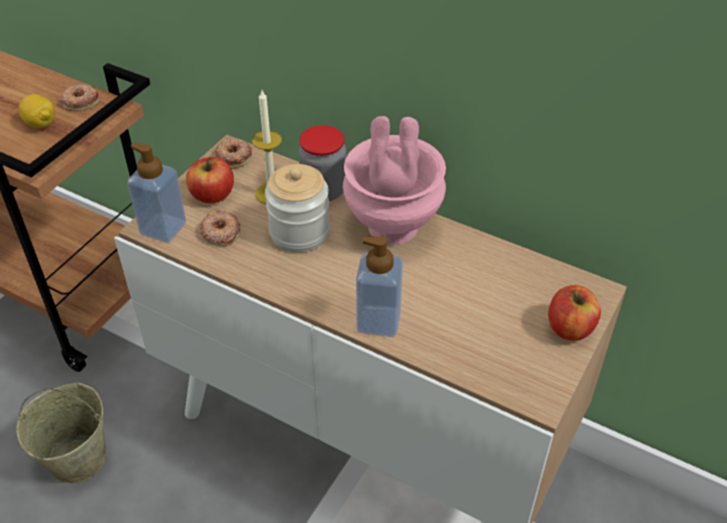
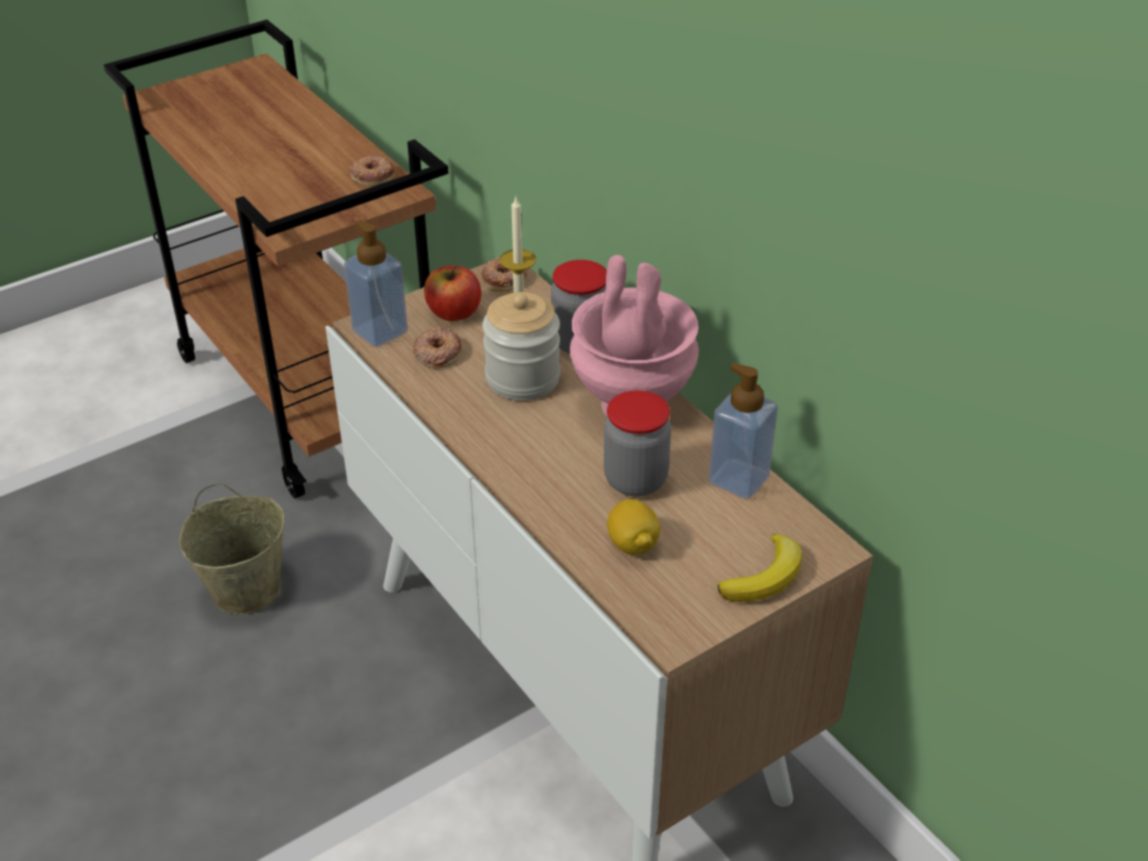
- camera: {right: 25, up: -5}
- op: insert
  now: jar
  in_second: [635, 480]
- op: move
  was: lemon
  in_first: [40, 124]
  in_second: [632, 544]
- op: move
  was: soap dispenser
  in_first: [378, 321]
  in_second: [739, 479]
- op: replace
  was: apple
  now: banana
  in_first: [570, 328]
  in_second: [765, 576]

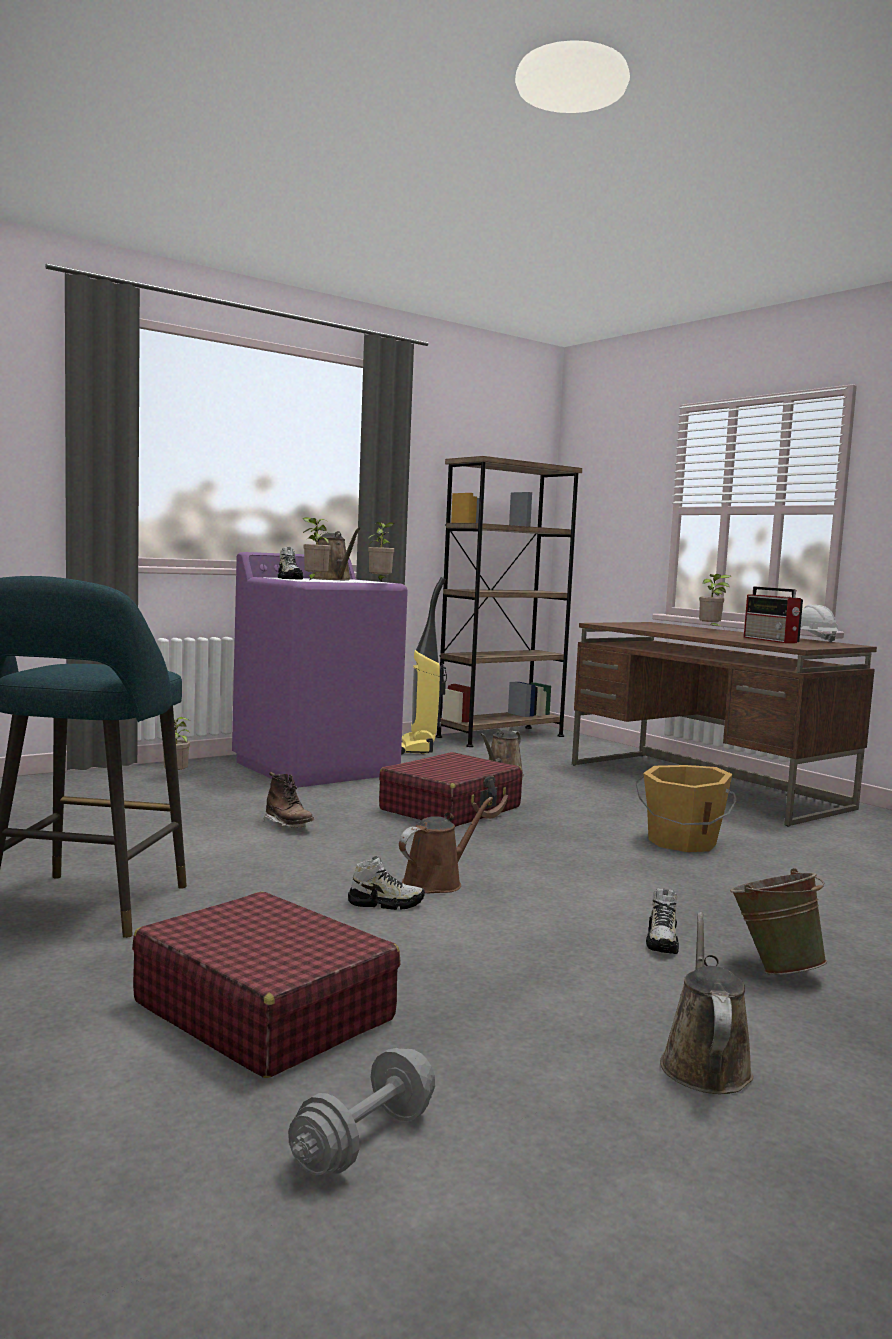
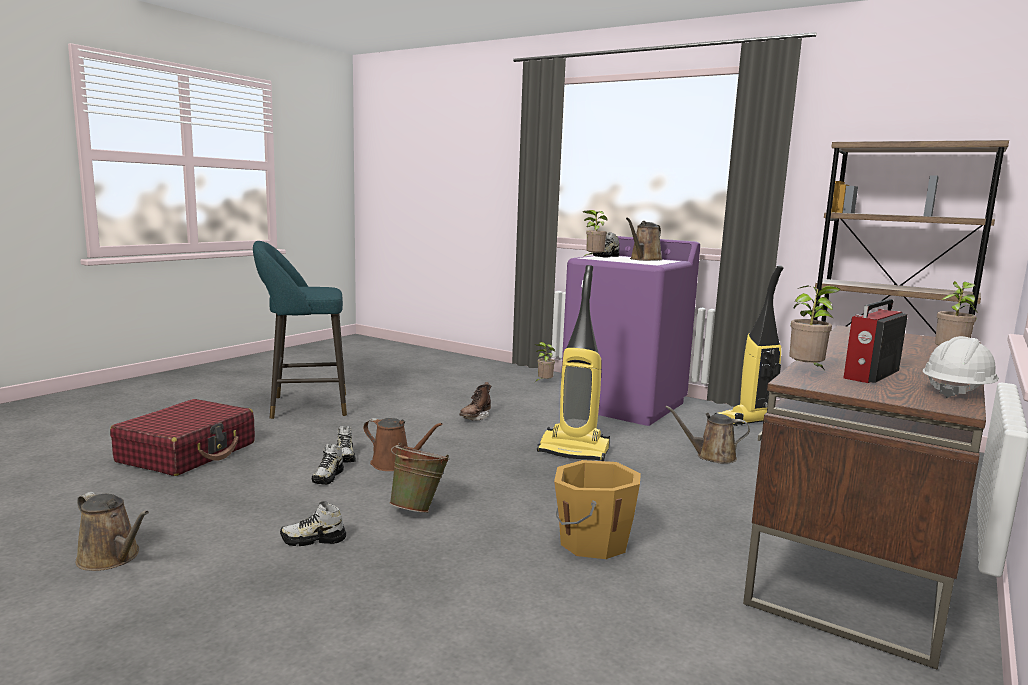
- camera: {right: 70, up: 5}
- op: delete
  was: grey dumbbell
  in_first: [364, 1141]
- op: insert
  now: shoe
  in_second: [328, 477]
- op: move
  was: potted plant
  in_first: [380, 582]
  in_second: [807, 372]
- op: move
  was: green bucket
  in_first: [773, 969]
  in_second: [418, 509]
- op: replace
  was: red suitcase
  now: vacuum cleaner
  in_first: [451, 809]
  in_second: [574, 450]
- op: rotate
  was: brown watering can
  in_first: [704, 1064]
  in_second: [112, 558]
  clockwise: 45

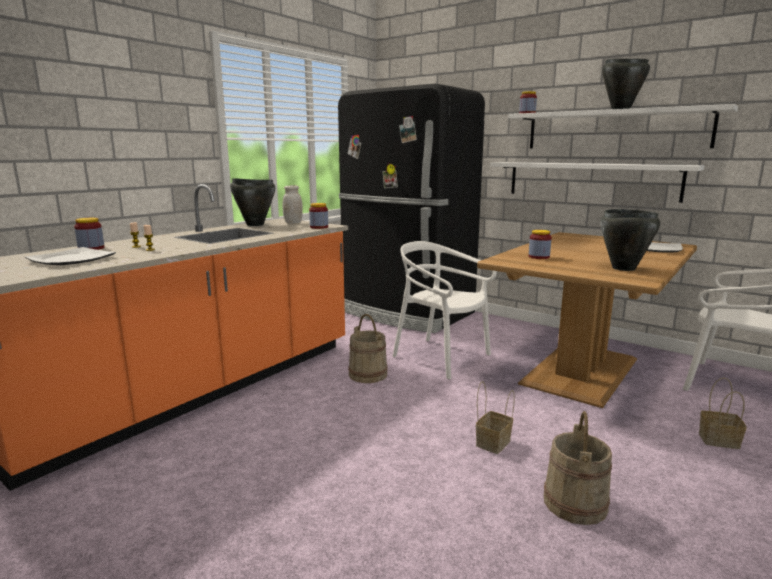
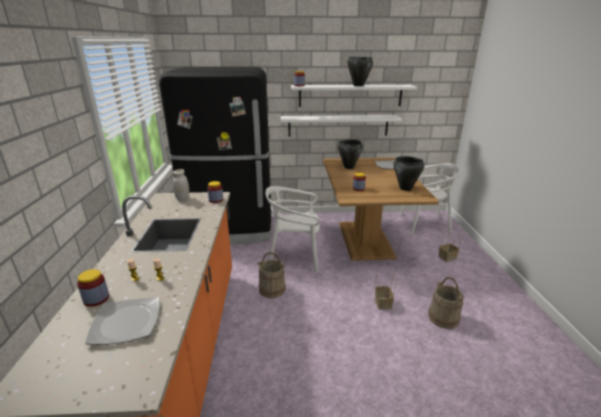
- camera: {right: -40, up: 10}
- op: move
  was: black cooking pot
  in_first: [255, 224]
  in_second: [348, 167]

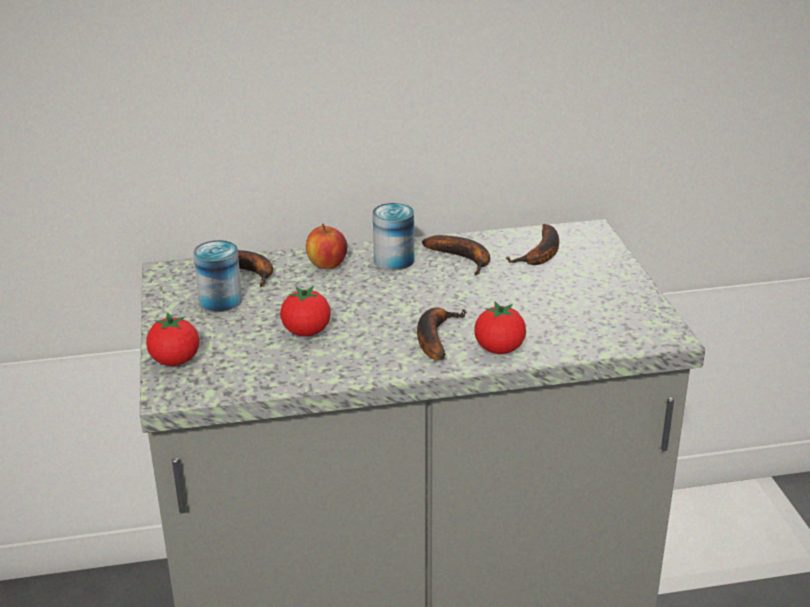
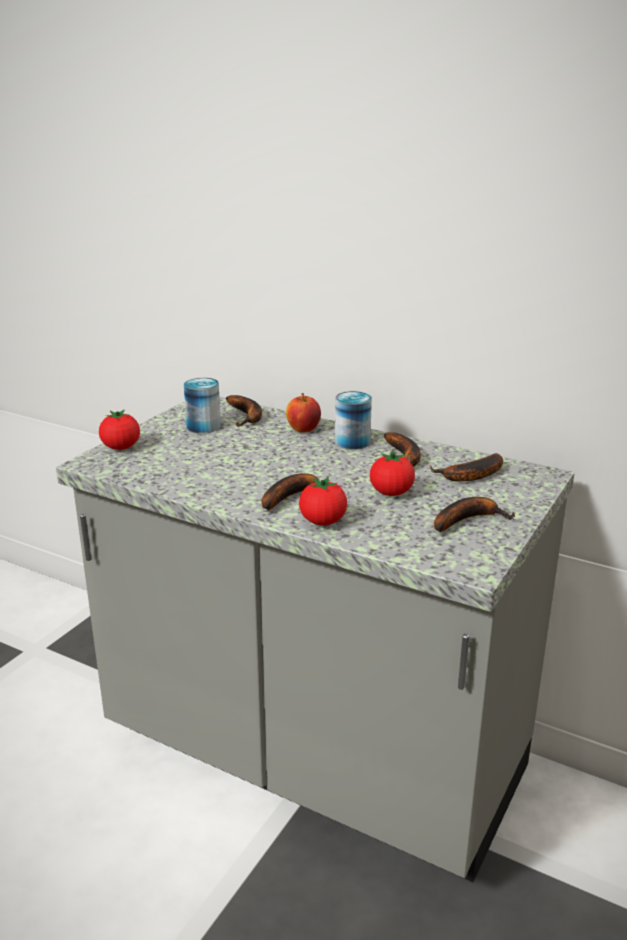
- camera: {right: 40, up: -5}
- op: insert
  now: banana
  in_second: [468, 519]
- op: move
  was: tomato
  in_first: [306, 332]
  in_second: [391, 493]

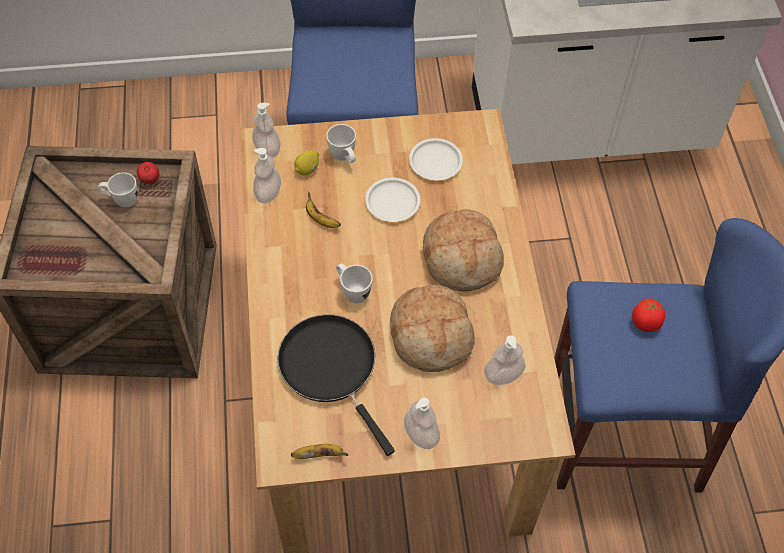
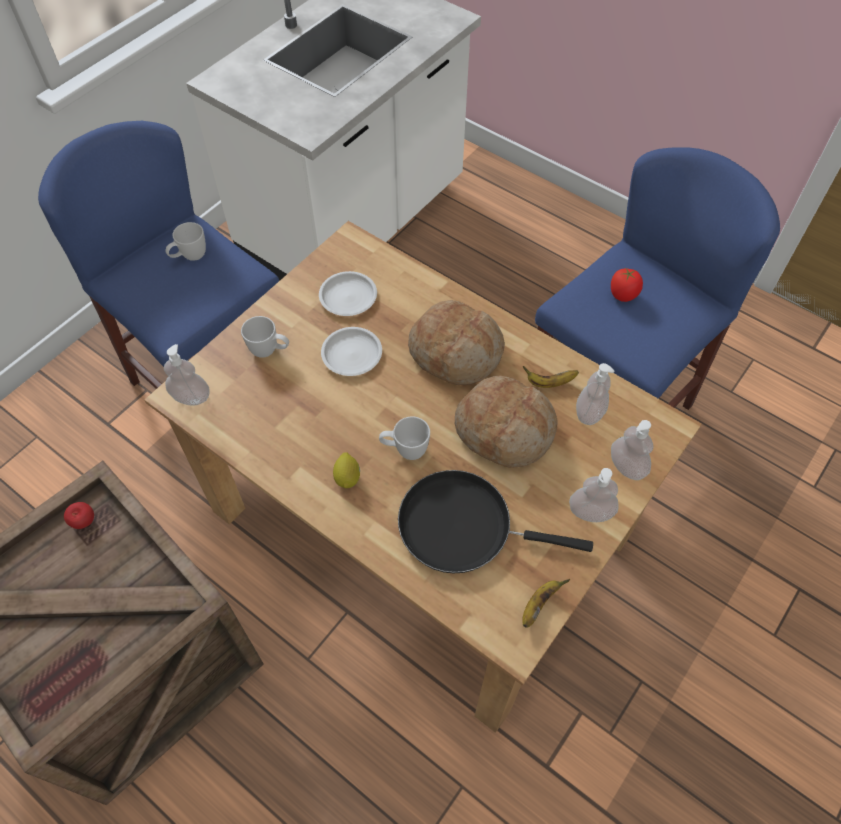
- camera: {right: -45, up: 0}
- op: move
  was: white mug
  in_first: [121, 200]
  in_second: [190, 257]
- op: move
  was: soap dispenser
  in_first: [268, 193]
  in_second: [627, 466]
- op: move
  was: lemon
  in_first: [307, 169]
  in_second: [347, 477]
- op: move
  was: banana
  in_first: [321, 220]
  in_second: [549, 383]

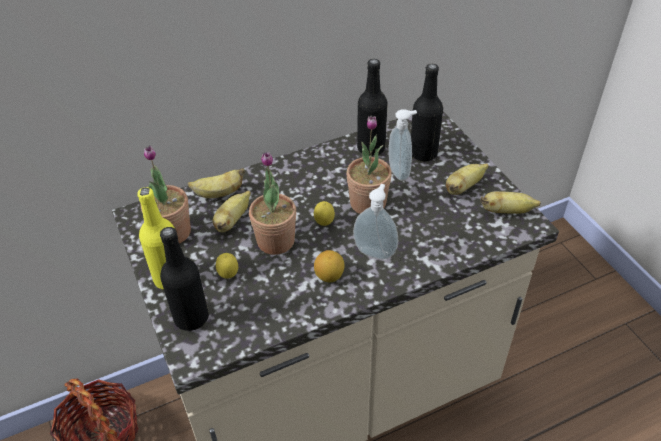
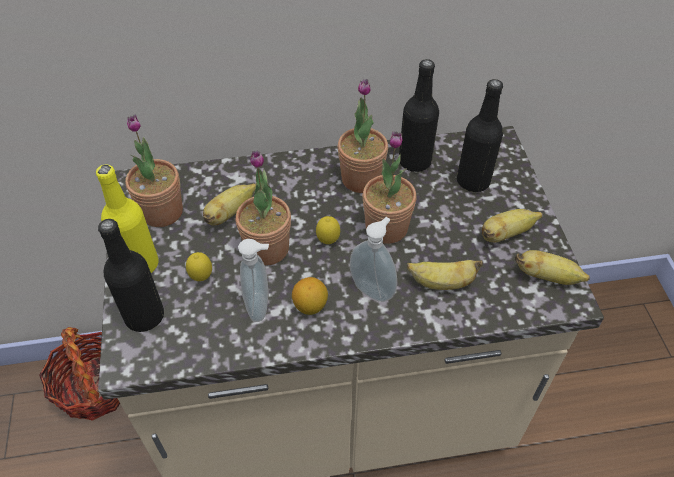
- camera: {right: 15, up: 5}
- op: insert
  now: potted plant
  in_second: [361, 179]
- op: move
  was: banana
  in_first: [218, 194]
  in_second: [441, 283]
- op: move
  was: soap dispenser
  in_first: [400, 172]
  in_second: [261, 306]

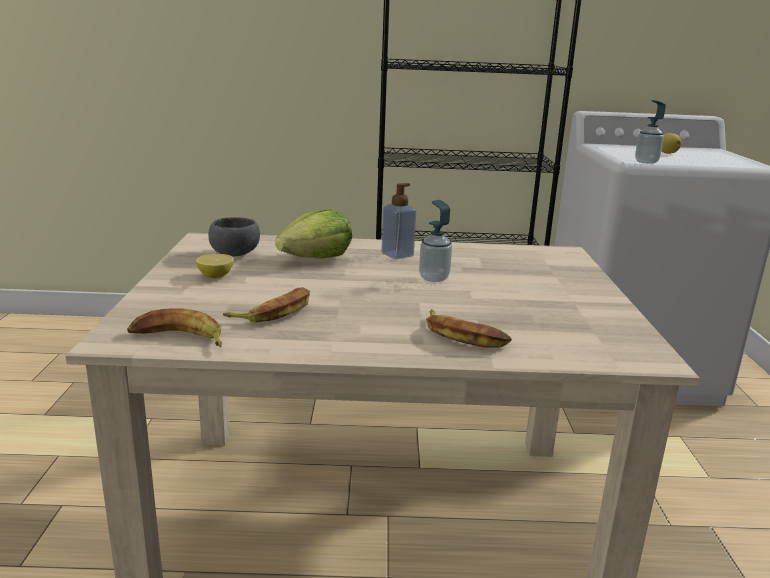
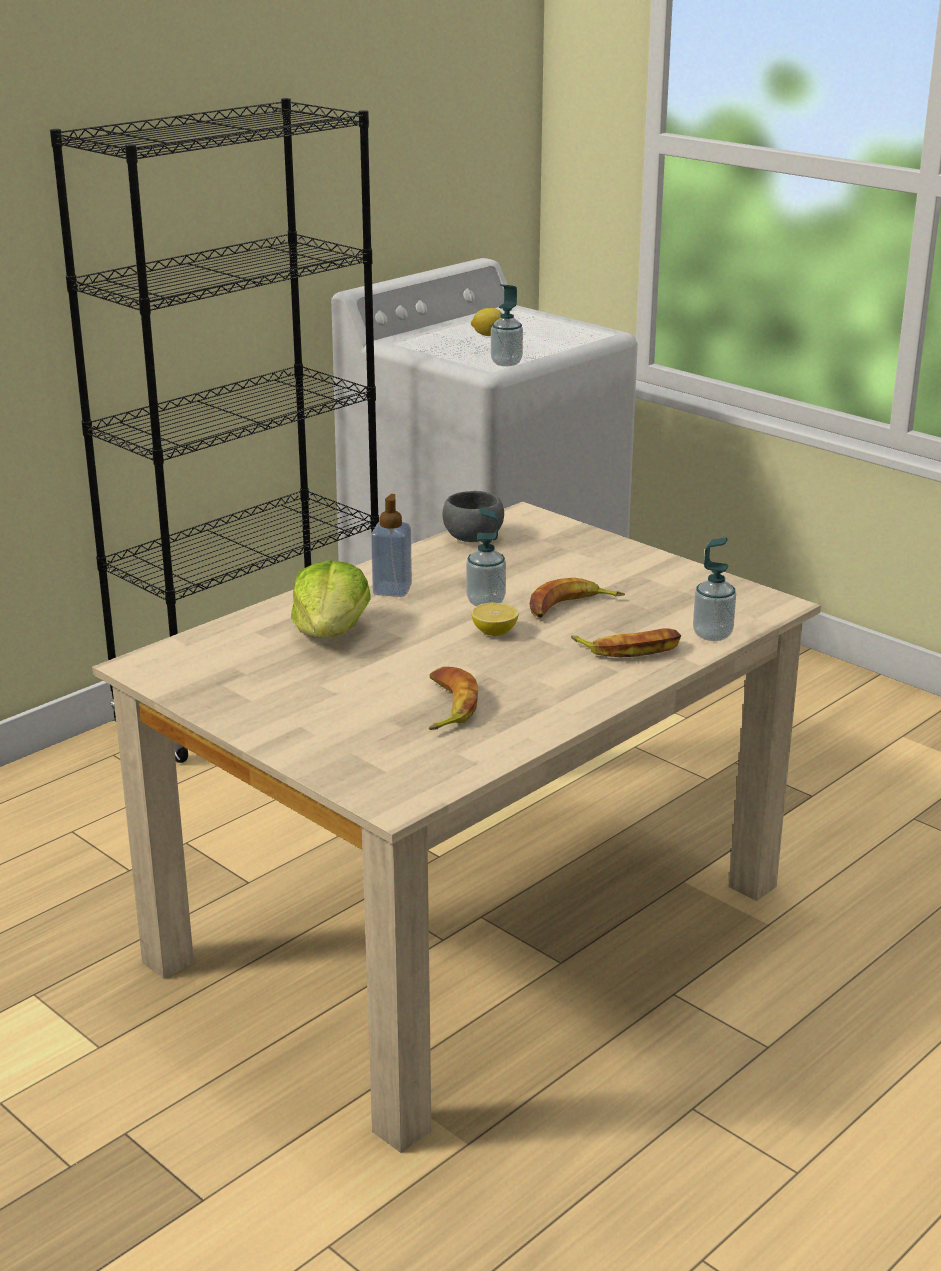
- camera: {right: -45, up: 5}
- op: insert
  now: soap dispenser
  in_second: [712, 635]
- op: move
  was: banana
  in_first: [179, 338]
  in_second: [570, 607]
- op: move
  was: lemon
  in_first: [216, 276]
  in_second: [494, 632]
- op: move
  was: grey bowl
  in_first: [236, 254]
  in_second: [474, 537]

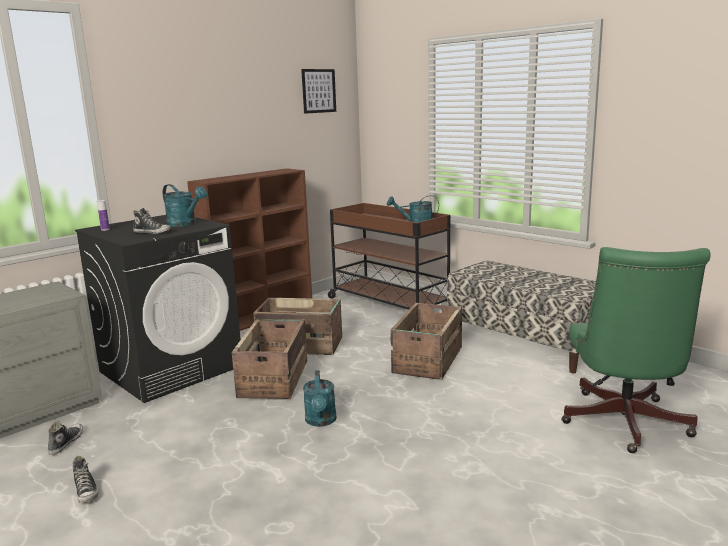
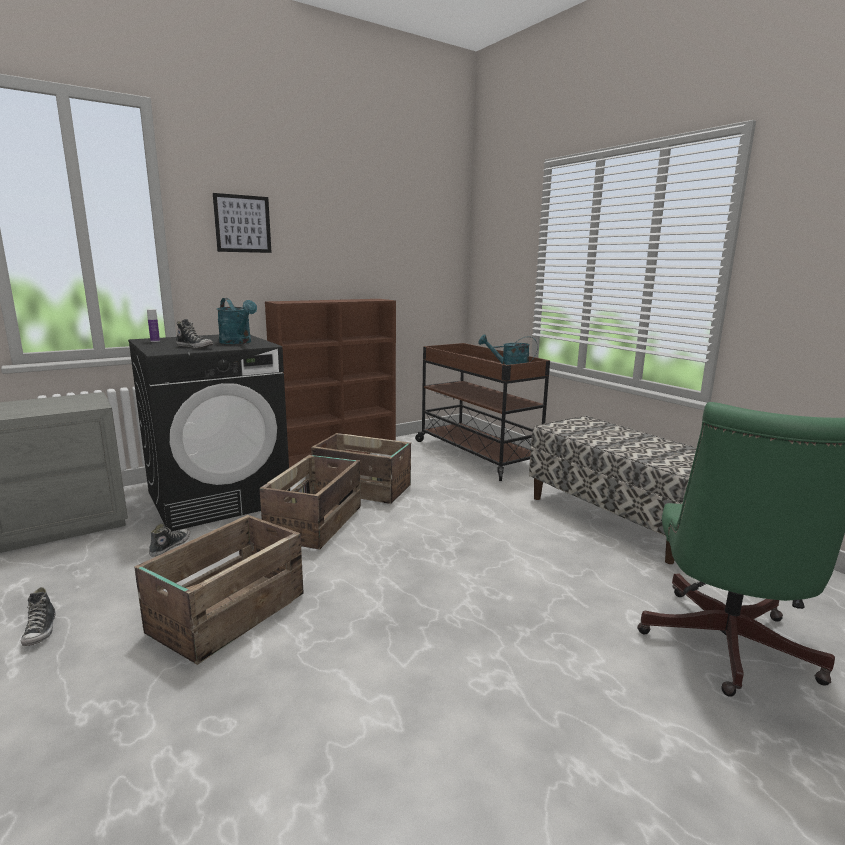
- camera: {right: 10, up: 0}
- op: delete
  was: turquoise watering can
  in_first: [321, 421]
- op: move
  was: shoe
  in_first: [66, 443]
  in_second: [170, 546]
- op: move
  was: picture
  in_first: [318, 91]
  in_second: [242, 224]
- op: move
  was: crate
  in_first: [427, 360]
  in_second: [226, 614]

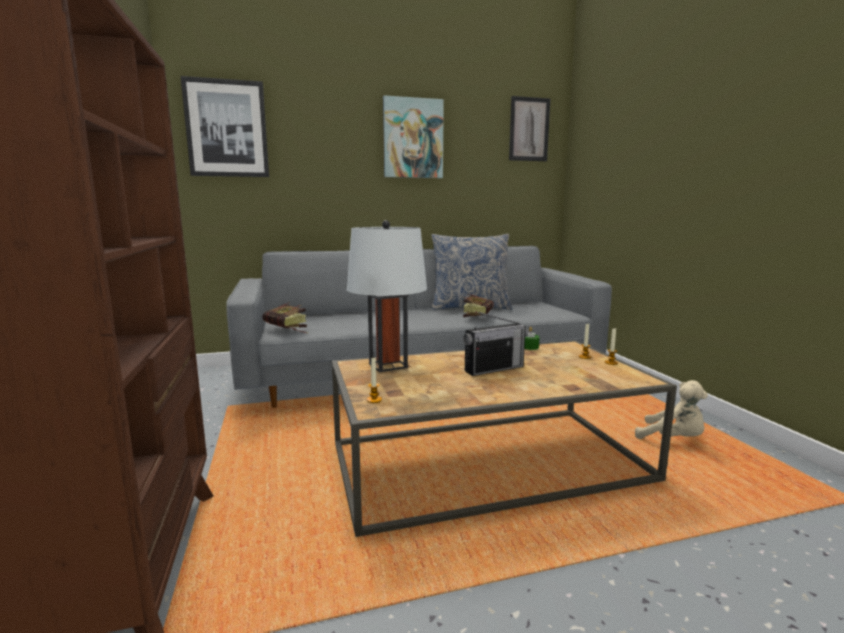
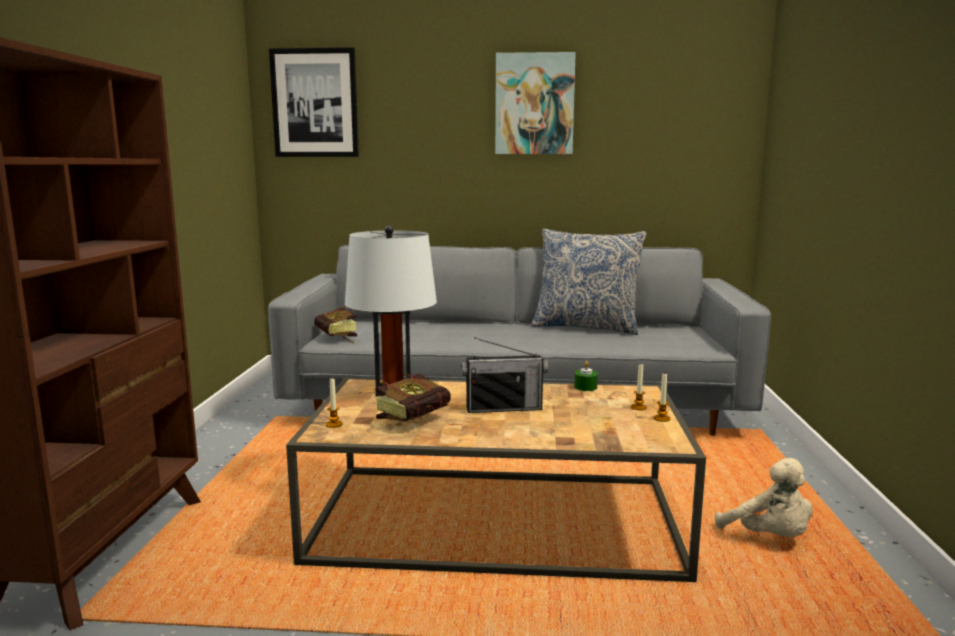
- camera: {right: 20, up: 0}
- op: delete
  was: picture
  in_first: [529, 129]
- op: move
  was: book
  in_first: [478, 317]
  in_second: [418, 418]

